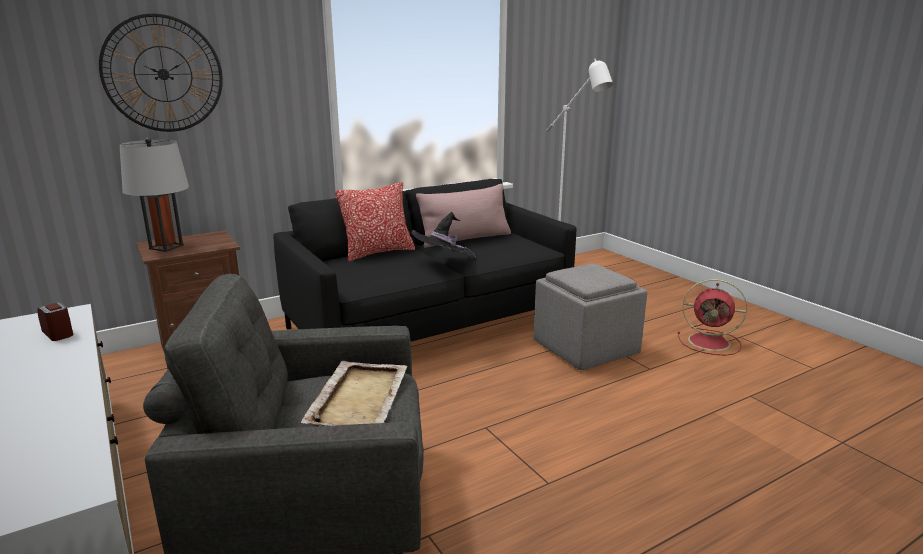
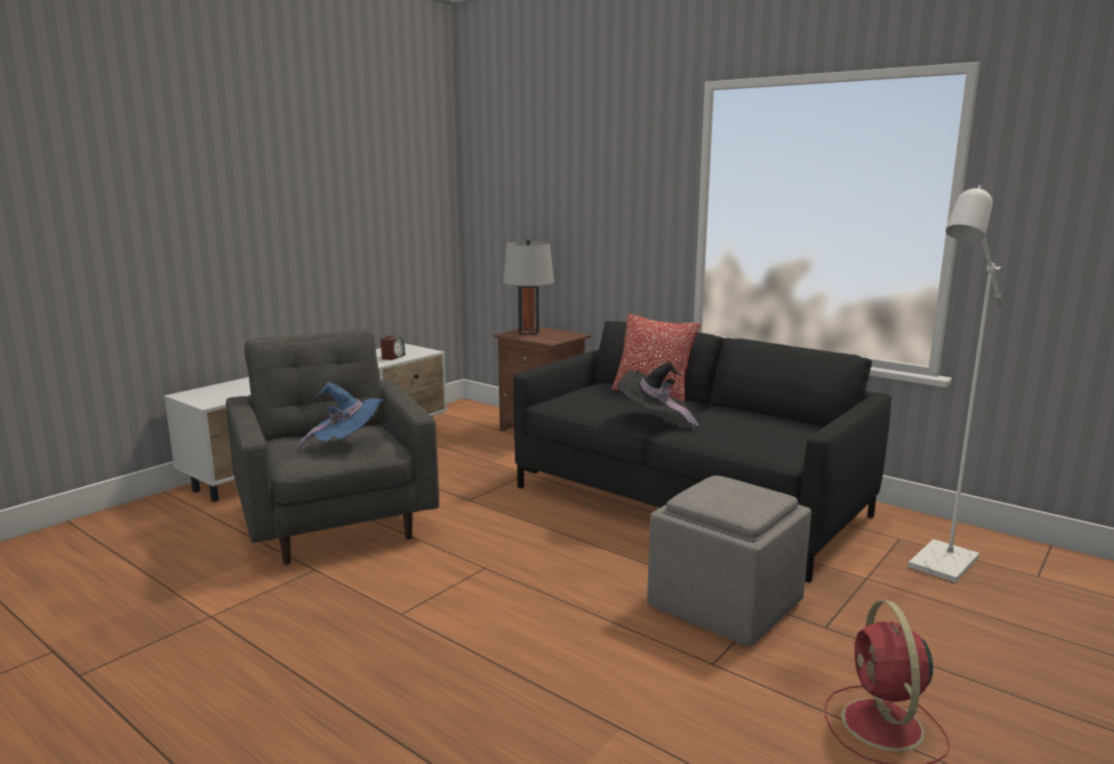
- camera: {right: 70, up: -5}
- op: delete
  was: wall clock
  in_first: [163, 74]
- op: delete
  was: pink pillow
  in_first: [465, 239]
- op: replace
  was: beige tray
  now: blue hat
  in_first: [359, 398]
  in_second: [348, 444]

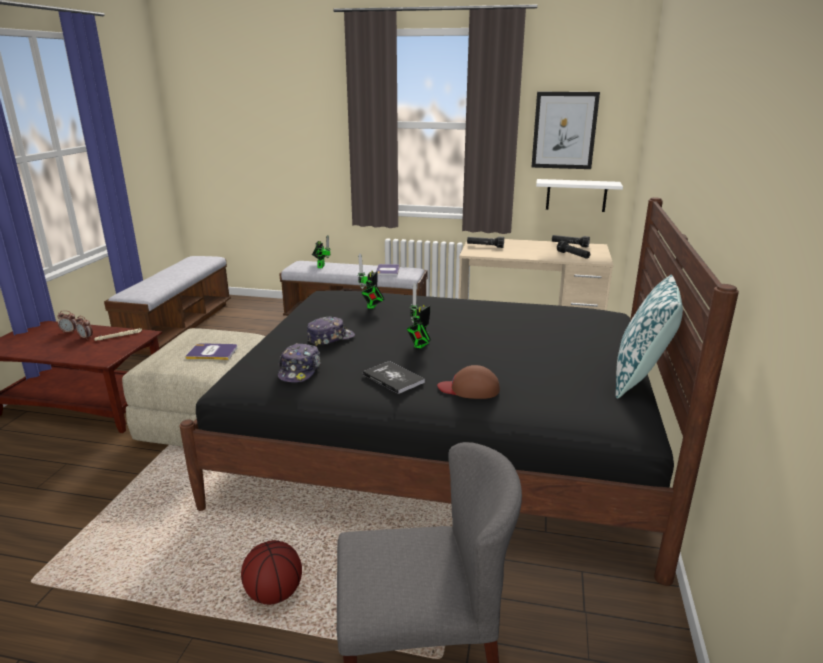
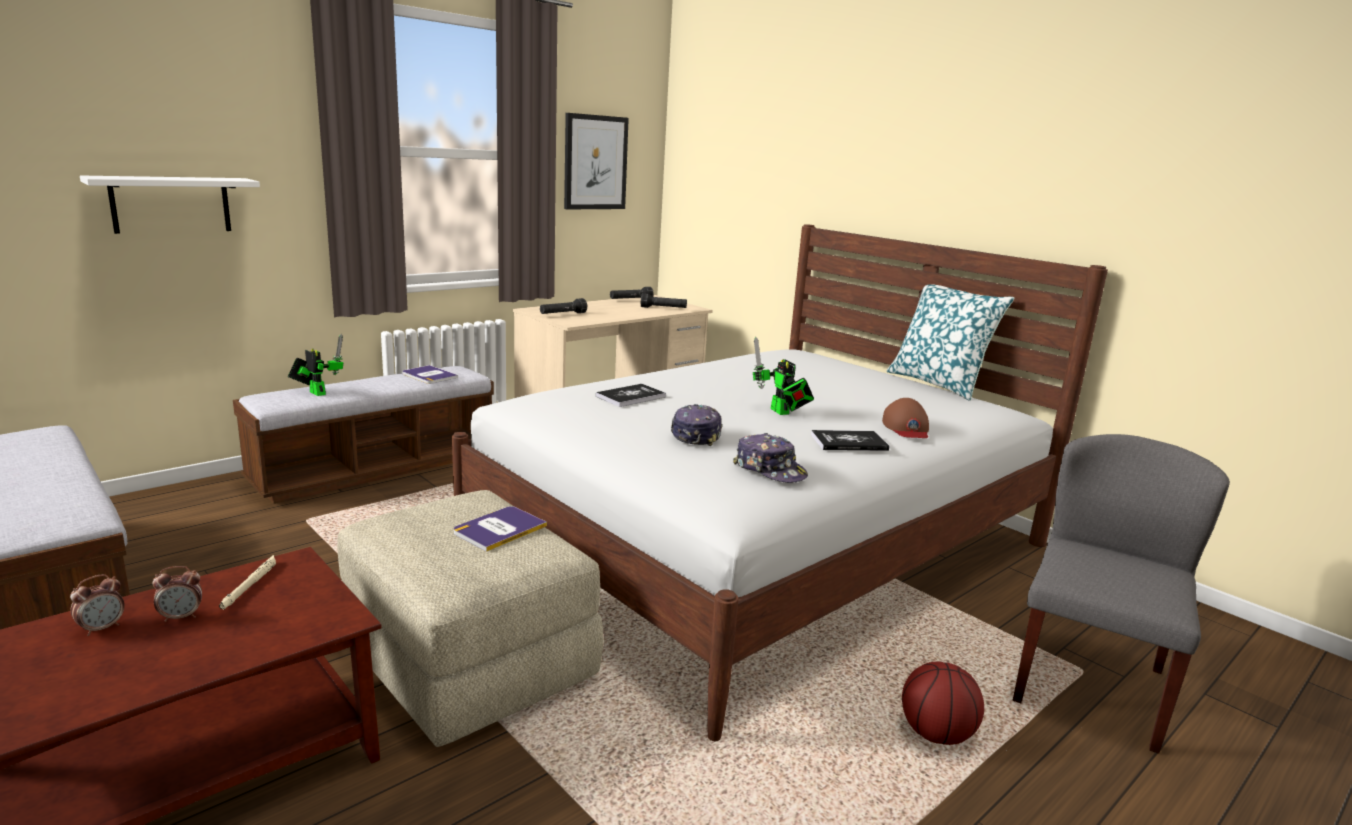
- camera: {right: -55, up: -5}
- op: move
  was: white shelf
  in_first: [576, 195]
  in_second: [171, 204]
- op: replace
  was: toy robot
  now: book
  in_first: [371, 306]
  in_second: [630, 396]
- op: recolor
  was: black bed
  now: white bed
  in_first: [442, 446]
  in_second: [761, 543]
- op: rotate
  was: brown cap
  in_first: [469, 389]
  in_second: [906, 427]
  clockwise: -45

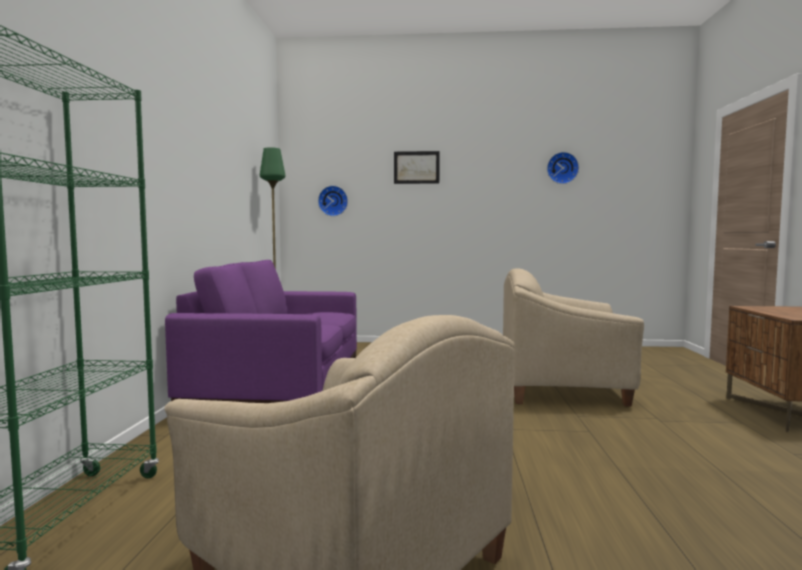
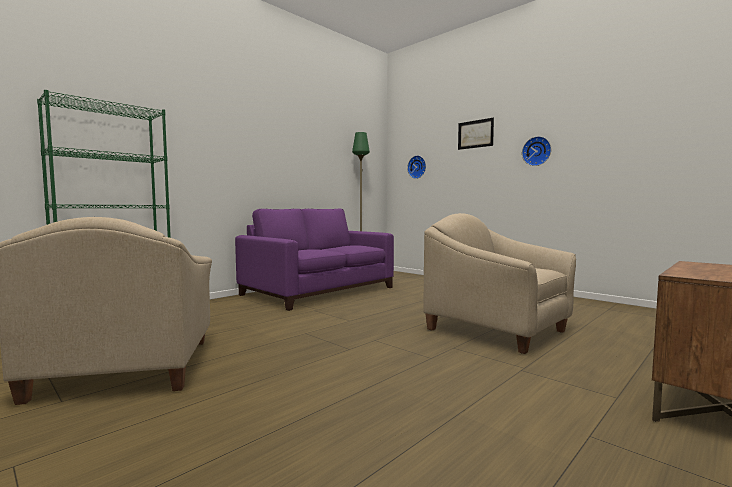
- camera: {right: 40, up: 0}
- op: move
  was: wall clock
  in_first: [562, 168]
  in_second: [537, 151]

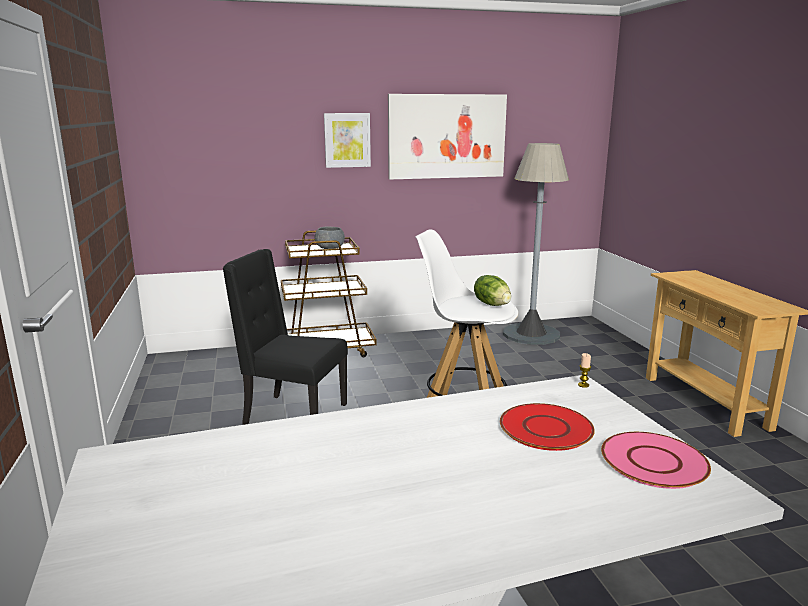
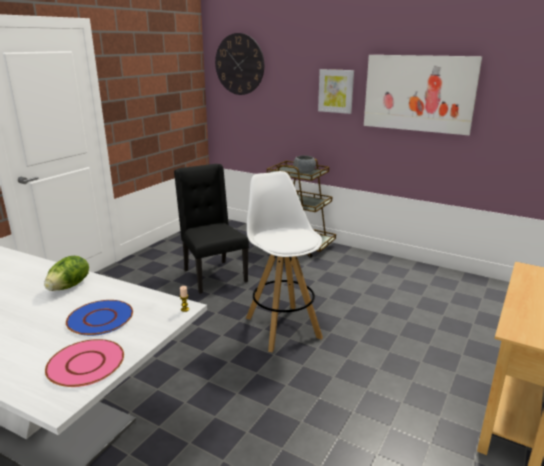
- camera: {right: 45, up: 5}
- op: delete
  was: grey floor lamp
  in_first: [531, 334]
- op: insert
  now: wall clock
  in_second: [239, 64]
- op: move
  was: lettuce
  in_first: [492, 304]
  in_second: [70, 286]
- op: recolor
  was: red plate
  now: blue plate
  in_first: [545, 428]
  in_second: [101, 318]

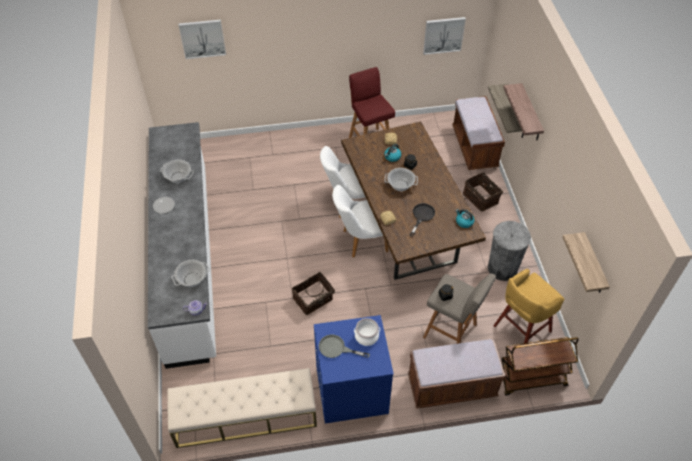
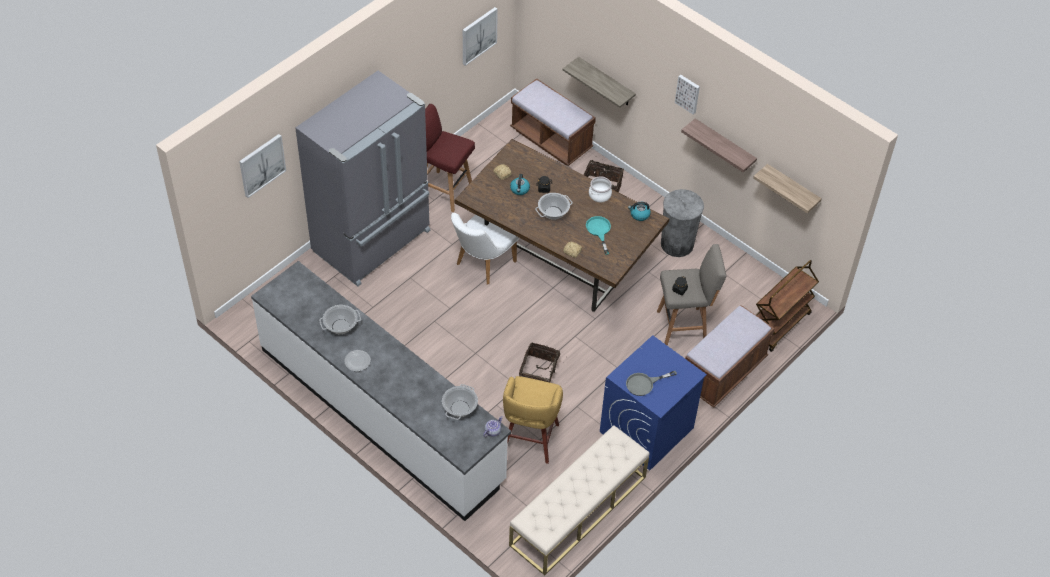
- camera: {right: -40, up: 0}
- op: delete
  was: white chair
  in_first: [360, 241]
- op: insert
  now: grey fridge
  in_second: [373, 241]
- op: insert
  now: picture
  in_second: [688, 93]
- op: move
  was: cooking pot
  in_first: [366, 336]
  in_second: [600, 195]
- op: move
  was: yellow stool
  in_first: [520, 329]
  in_second: [529, 440]
- op: move
  was: shelf
  in_first: [530, 113]
  in_second: [724, 145]
- op: recolor
  was: black frying pan
  now: turquoise frying pan
  in_first: [421, 216]
  in_second: [599, 231]

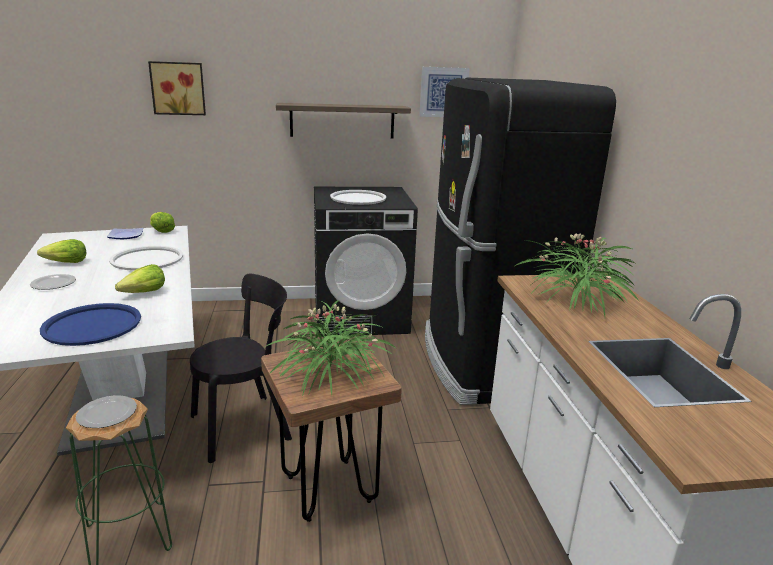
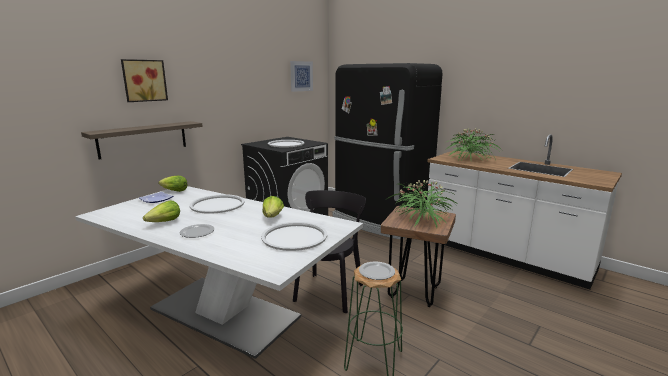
- camera: {right: -40, up: -5}
- op: move
  was: shelf
  in_first: [342, 121]
  in_second: [143, 139]
- op: recolor
  was: blue tray
  now: white tray
  in_first: [92, 325]
  in_second: [294, 237]

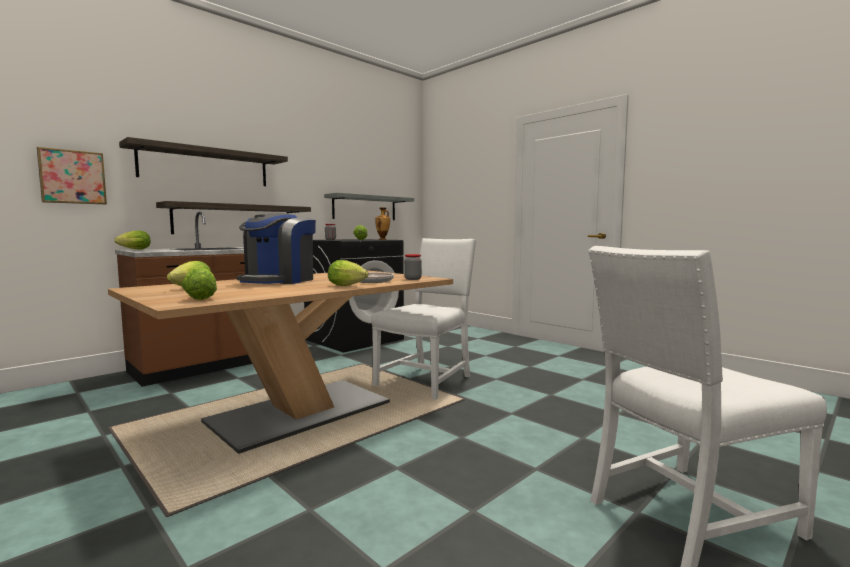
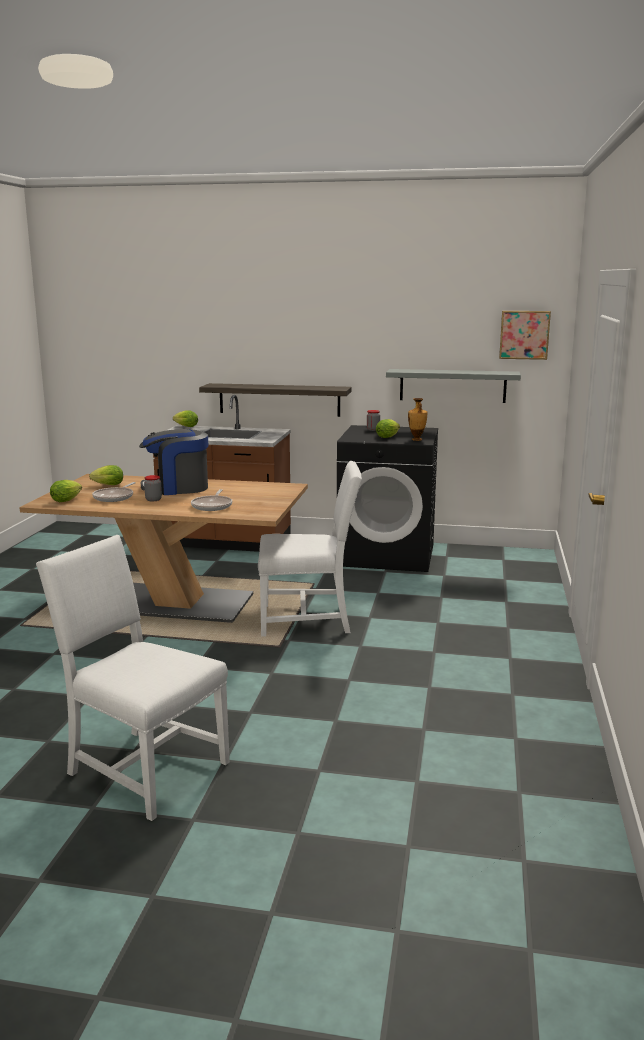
- camera: {right: 55, up: 10}
- op: delete
  was: shelf
  in_first: [206, 167]
- op: delete
  was: lettuce
  in_first: [349, 286]
- op: insert
  now: frying pan
  in_second: [115, 497]
- op: move
  was: picture
  in_first: [72, 177]
  in_second: [524, 334]
- op: move
  was: jar
  in_first: [413, 279]
  in_second: [153, 499]

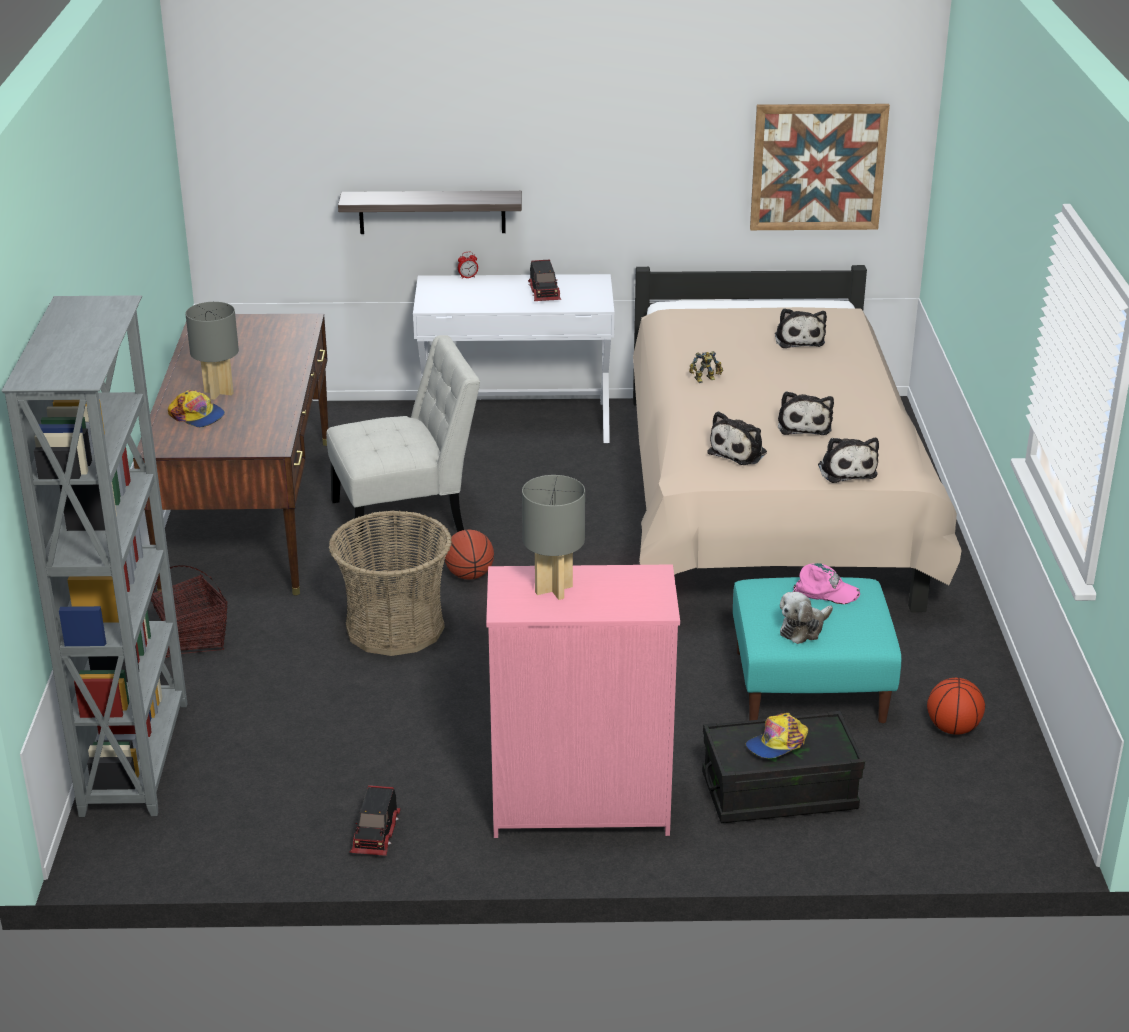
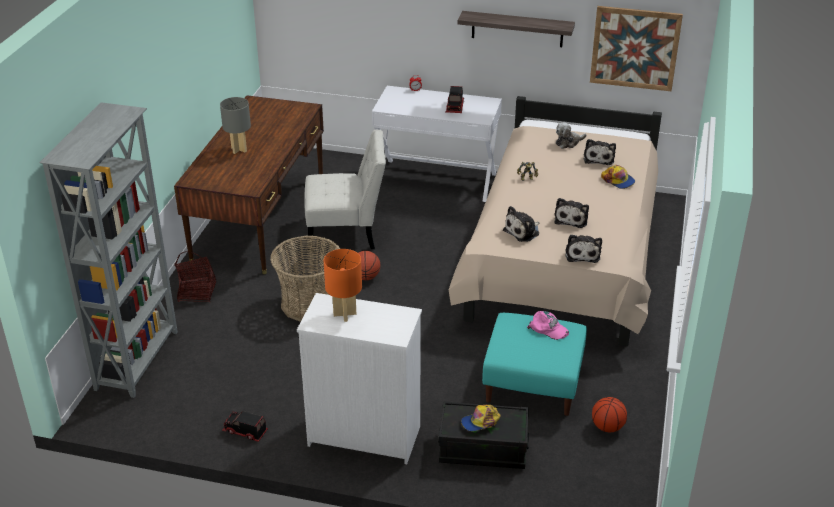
- camera: {right: 15, up: 5}
- op: move
  was: cap
  in_first: [197, 416]
  in_second: [618, 180]
- op: move
  was: shelf
  in_first: [432, 212]
  in_second: [517, 29]
- op: move
  was: plush toy
  in_first: [803, 629]
  in_second: [568, 142]
- op: recolor
  was: pink dresser
  now: white dresser
  in_first: [578, 805]
  in_second: [363, 435]
- op: recolor
  was: grey table lamp
  now: orange table lamp
  in_first: [554, 590]
  in_second: [345, 314]
- op: rotate
  was: toy truck
  in_first: [377, 834]
  in_second: [245, 432]
  clockwise: 90

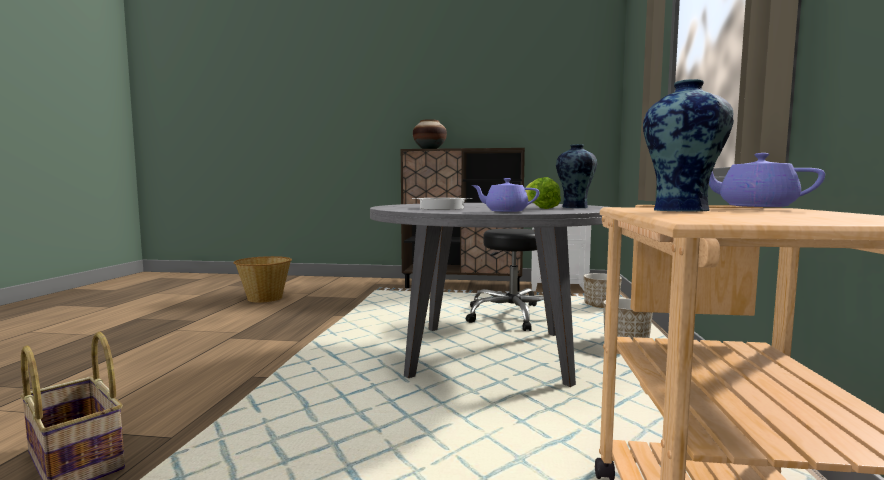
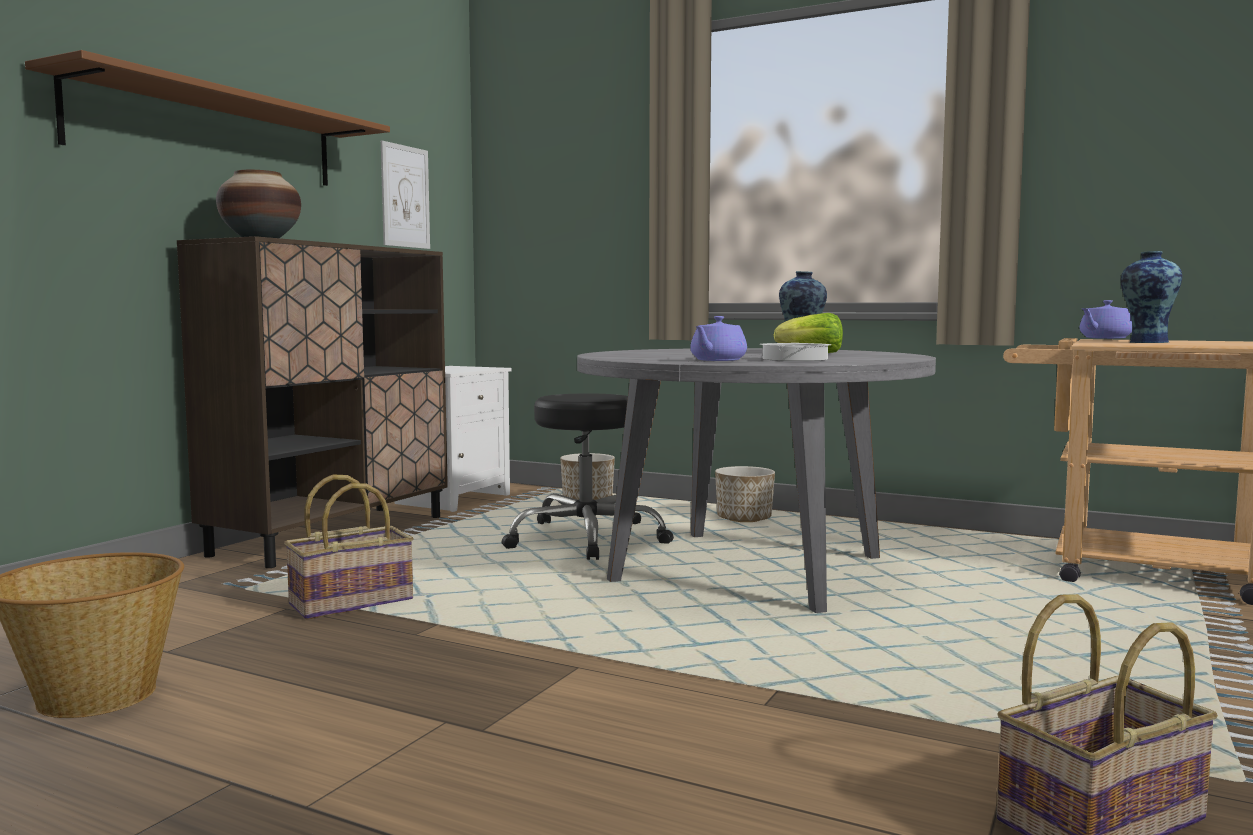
- camera: {right: -70, up: 0}
- op: insert
  now: brown shelf
  in_second: [209, 135]
- op: insert
  now: basket
  in_second: [351, 602]
- op: insert
  now: picture
  in_second: [405, 196]
- op: move
  was: purple teapot
  in_first: [505, 211]
  in_second: [717, 360]

